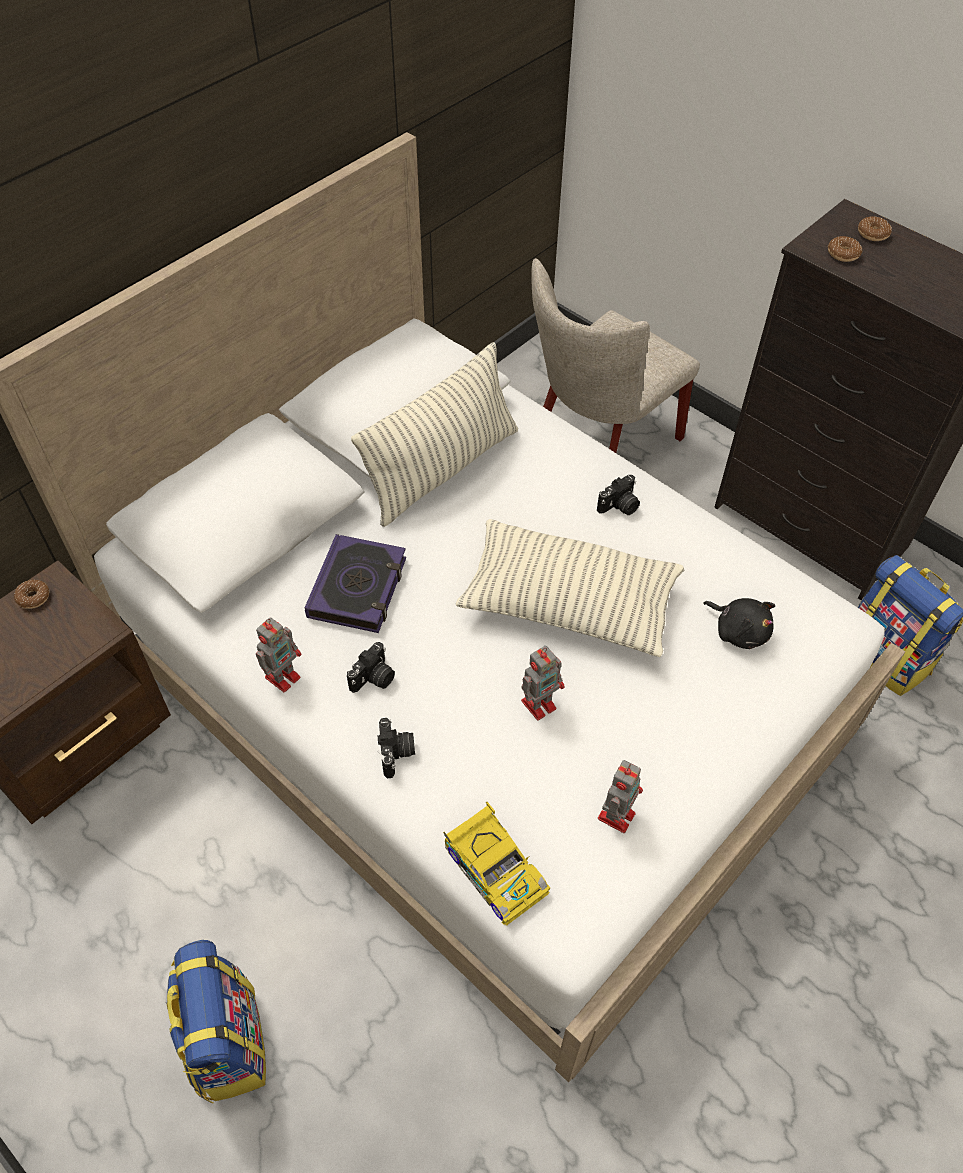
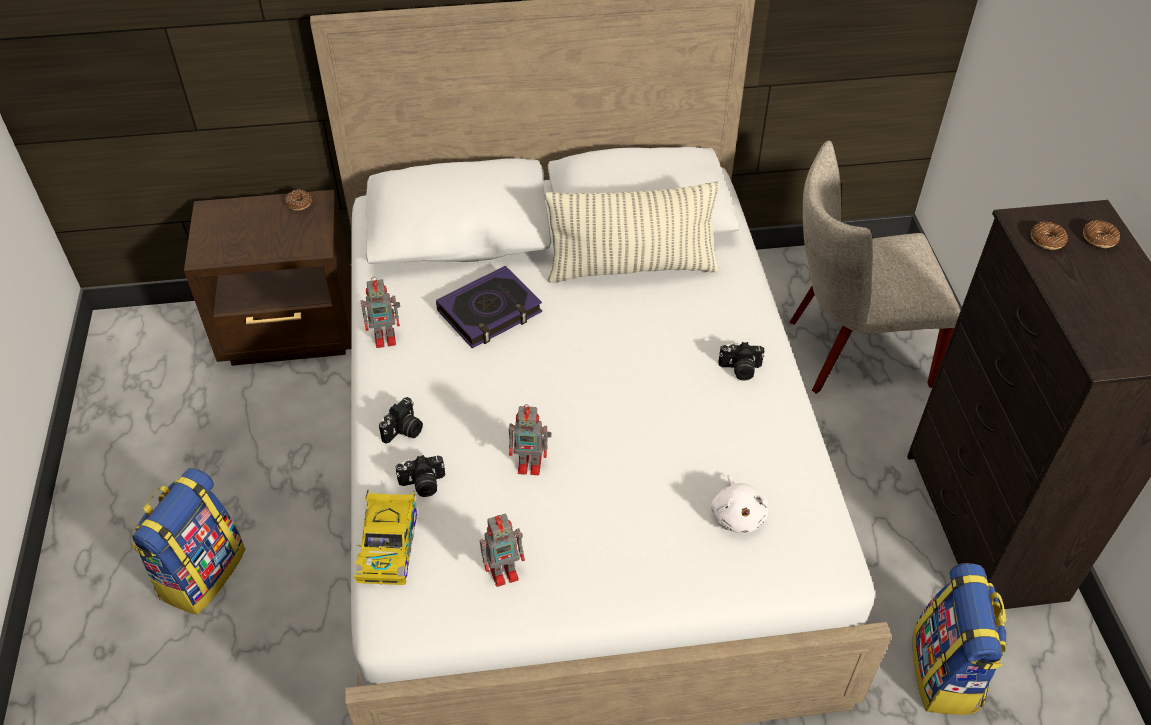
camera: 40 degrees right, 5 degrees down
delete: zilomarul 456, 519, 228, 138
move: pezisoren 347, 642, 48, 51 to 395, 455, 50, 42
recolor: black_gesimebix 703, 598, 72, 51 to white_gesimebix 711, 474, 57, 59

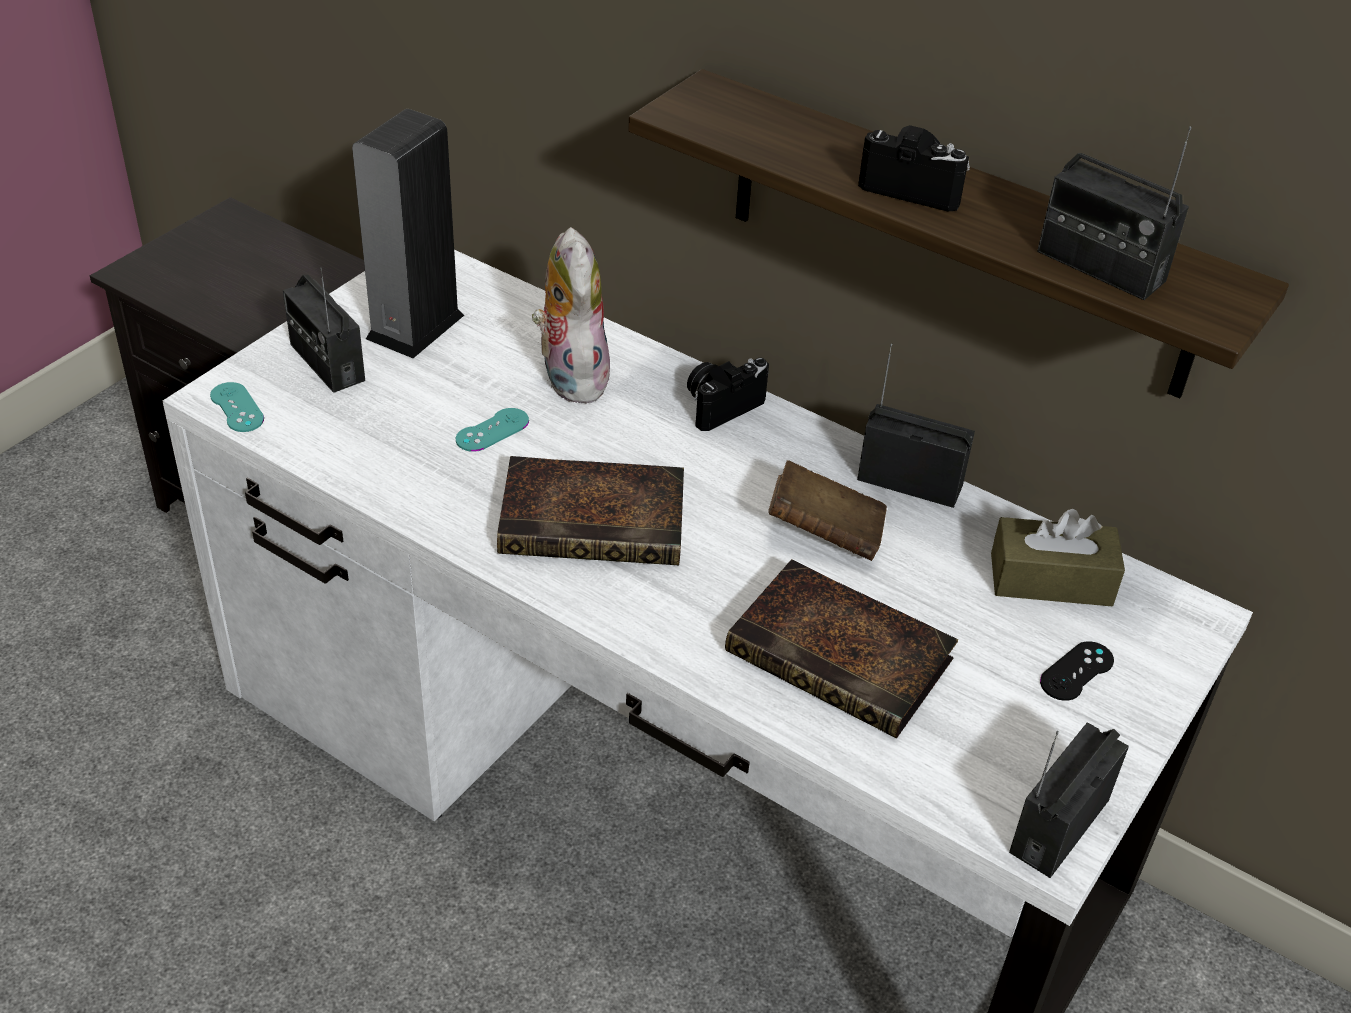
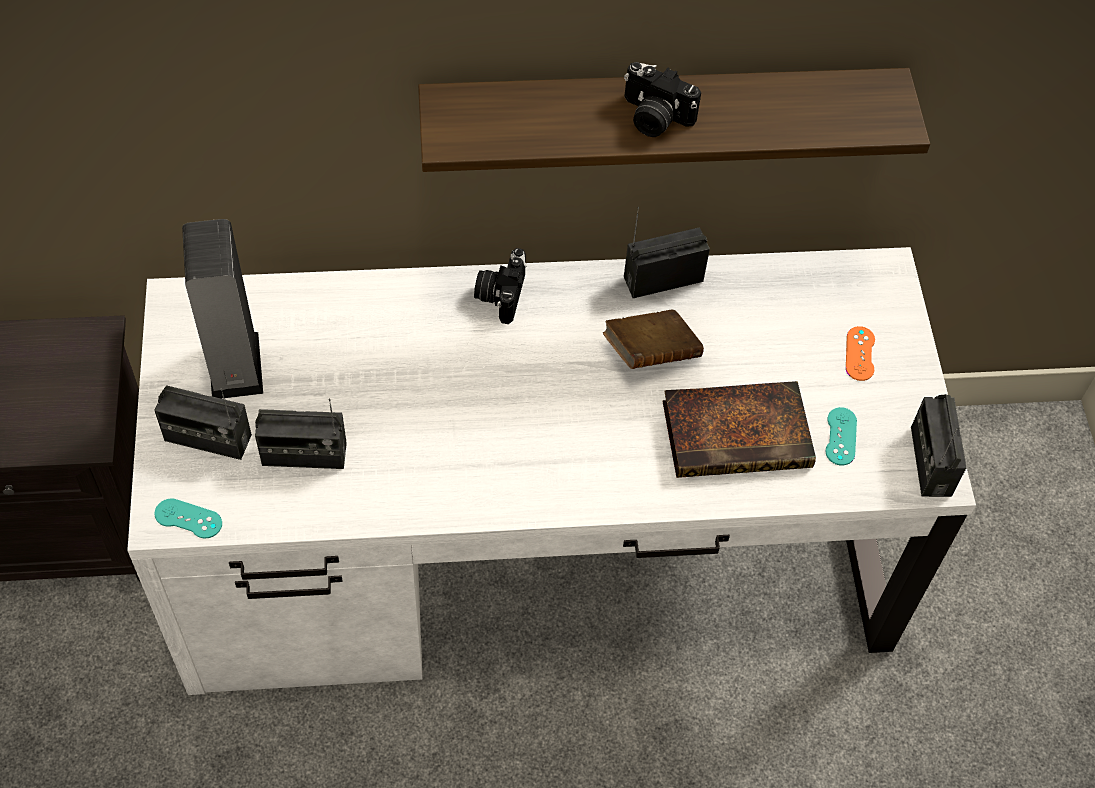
camera: 40 degrees left, 15 degrees up
delete: gesimebix 532, 227, 78, 177; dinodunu 497, 456, 187, 109; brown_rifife 991, 509, 134, 97
move: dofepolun 1037, 126, 155, 174 to 255, 398, 92, 71; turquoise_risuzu 456, 408, 73, 44 to 826, 407, 31, 58
recolor: black_risuzu 1040, 641, 74, 60 to orange_risuzu 846, 326, 29, 55
rotate: pezisoren 858, 125, 112, 86 = 624, 62, 77, 75 135 degrees counterclockwise

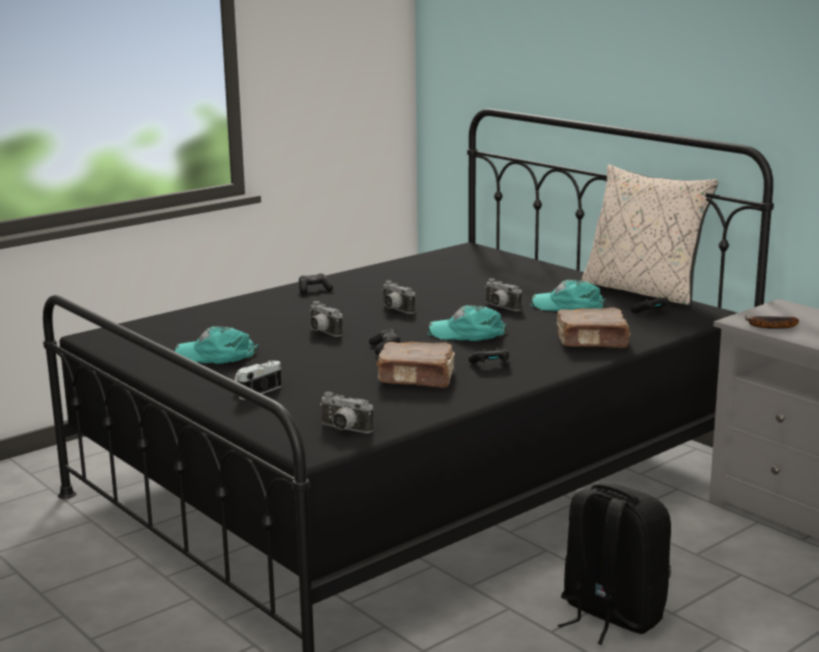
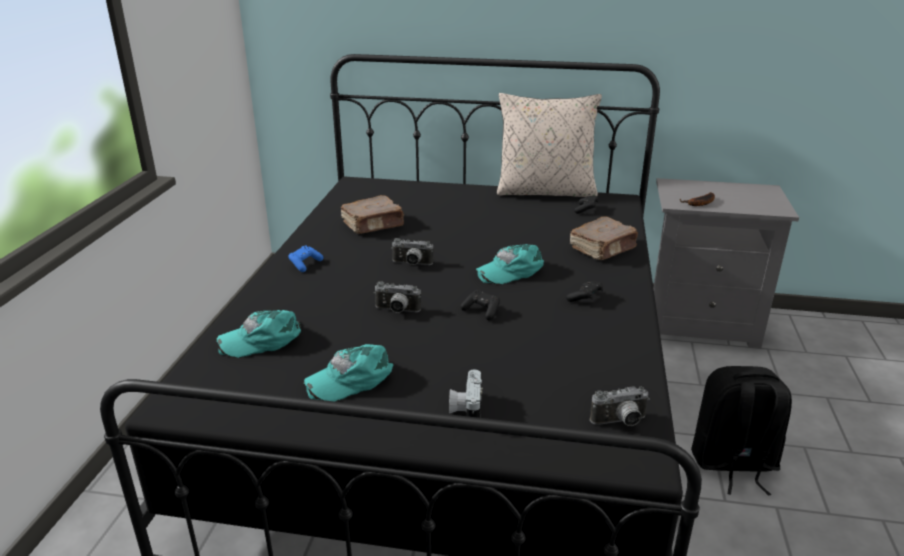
camera: 40 degrees left, 10 degrees up
delete: pezisoren 485, 279, 37, 32
move: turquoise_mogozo 531, 280, 75, 31 to 216, 310, 85, 48; brown_dinodunu 377, 342, 78, 46 to 341, 195, 63, 39
recolor: black_risuzu 299, 273, 34, 21 to blue_risuzu 288, 245, 36, 27

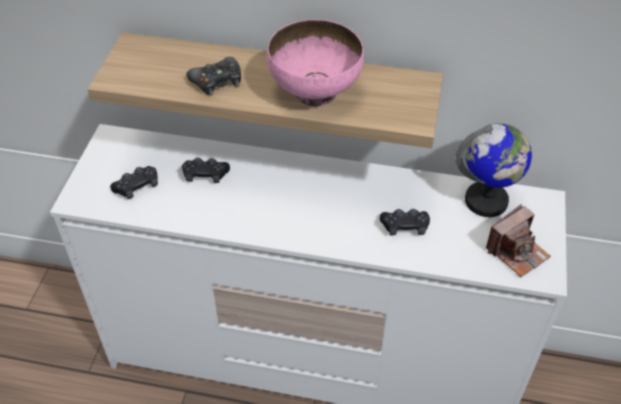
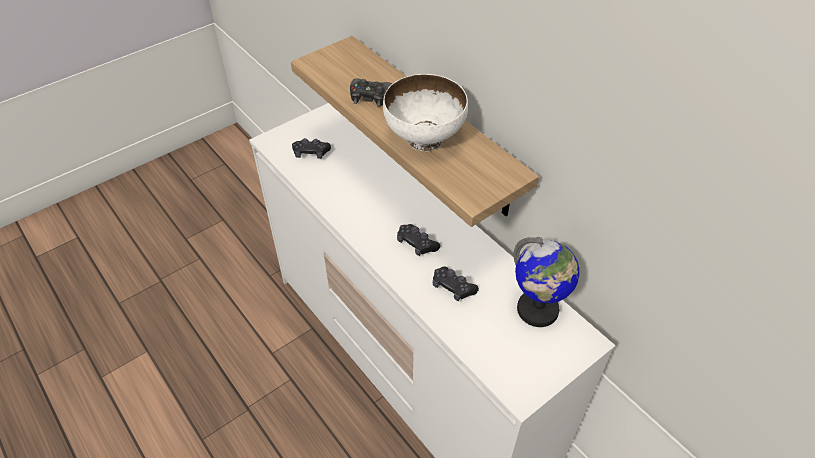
camera: 40 degrees right, 0 degrees up
delete: pezisoren 486, 204, 65, 73
move: black_risuzu 182, 158, 48, 25 to 397, 224, 43, 32
recolor: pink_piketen 267, 19, 97, 88 to white_piketen 383, 74, 85, 77

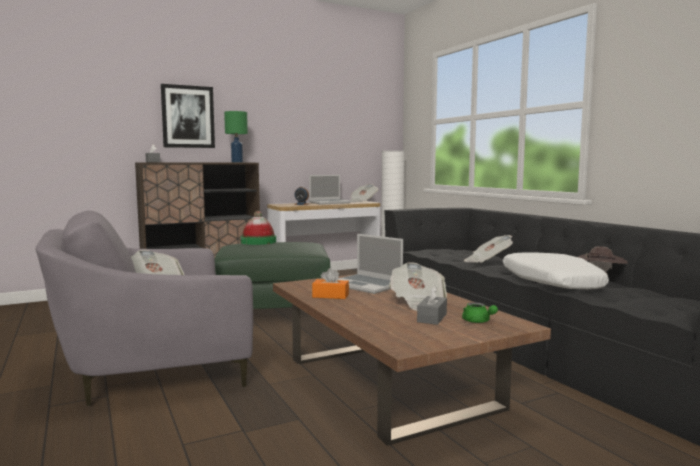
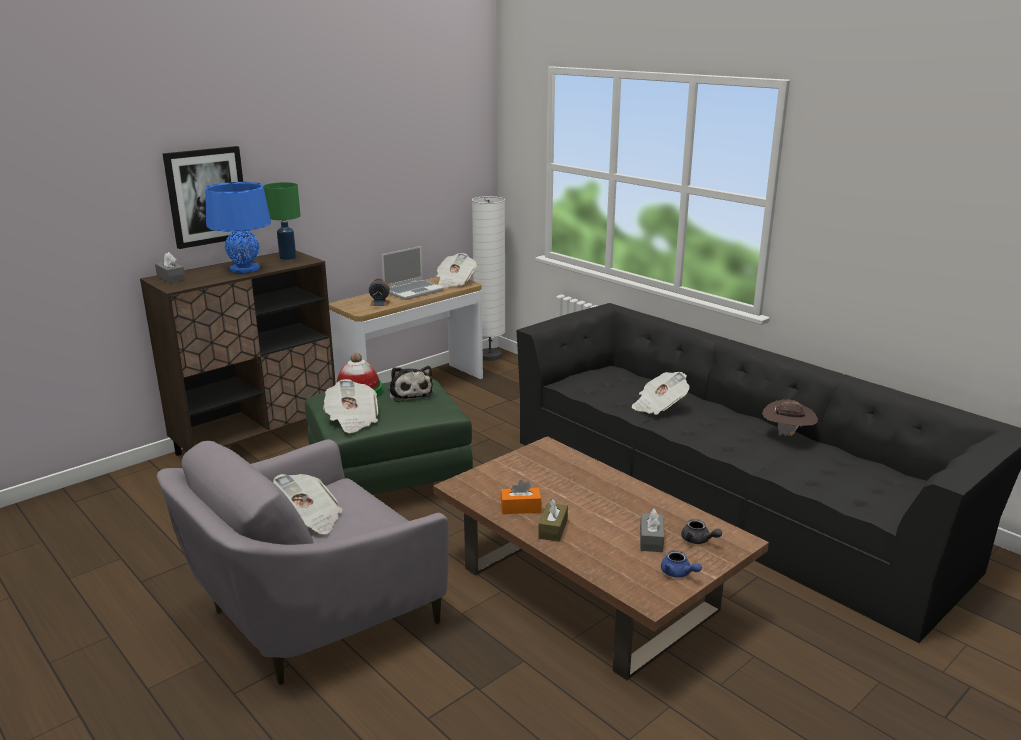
camera: 15 degrees left, 15 degrees up
delete: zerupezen 338, 234, 65, 60; white_zilomarul 503, 252, 106, 37
insert: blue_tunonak 205, 182, 66, 91; gesimebix 388, 366, 45, 36; brown_rifife 538, 499, 30, 43; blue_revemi 661, 550, 41, 28
move: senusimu 389, 262, 58, 49 to 323, 379, 55, 54
recolor: green_revemi 462, 302, 36, 21 to grey_revemi 681, 519, 41, 25

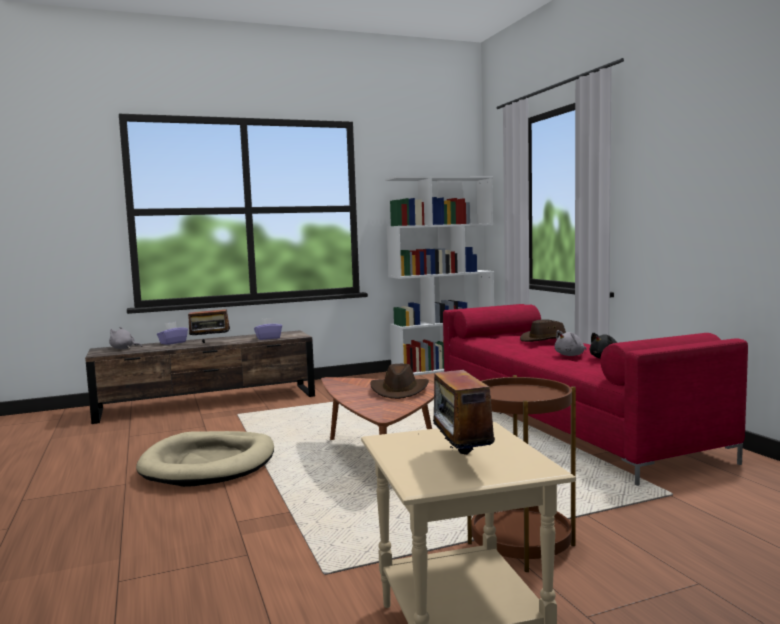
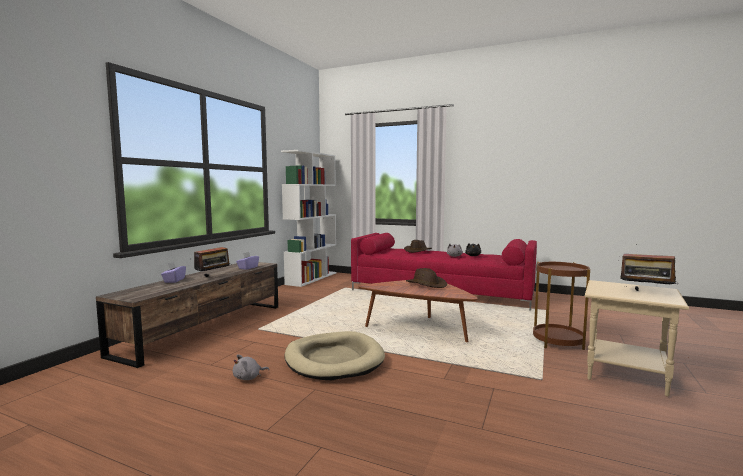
camera: 45 degrees left, 0 degrees up
move: grey_gesimebix 109, 327, 33, 22 to 233, 354, 36, 26

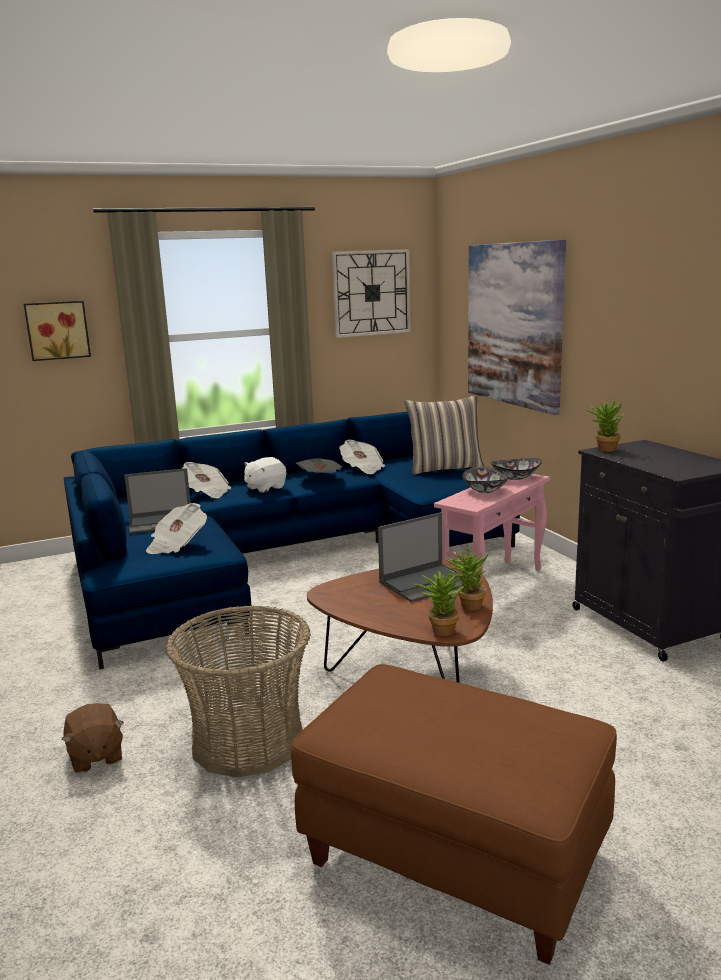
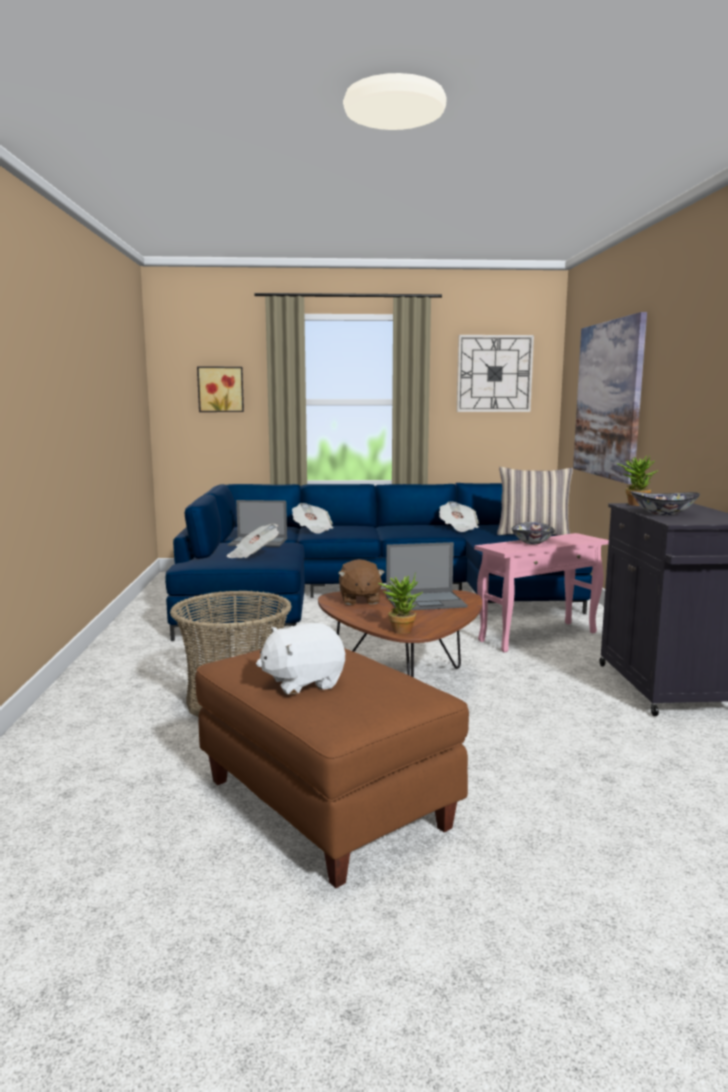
camera: 20 degrees right, 5 degrees down
delete: senusimu 296, 458, 46, 15; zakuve 443, 545, 46, 65
move: white_gesimebix 244, 457, 42, 36 to 256, 623, 89, 72; piketen 491, 458, 51, 22 to 631, 491, 69, 24; brown_gesimebix 62, 703, 62, 70 to 338, 559, 47, 46

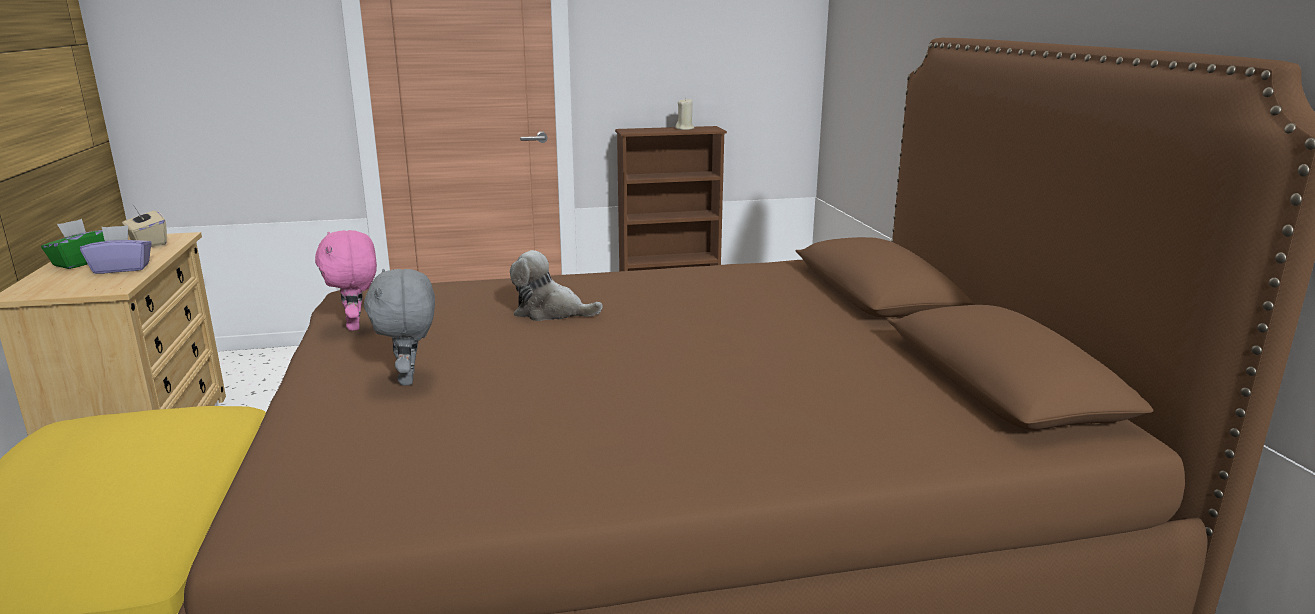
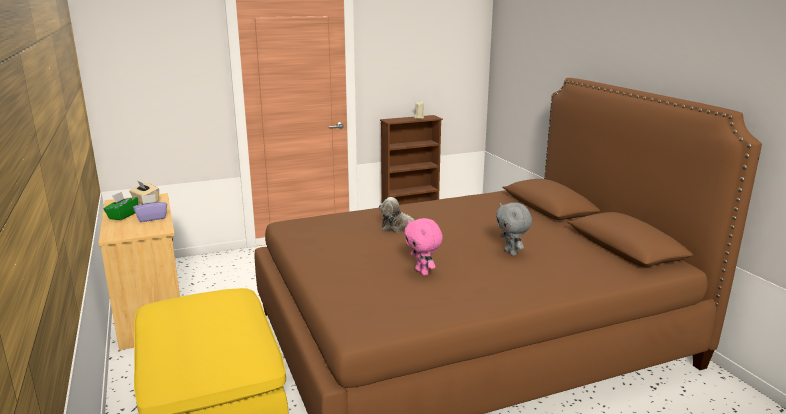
camera: 10 degrees left, 0 degrees up
move: pink_gesimebix 315, 230, 62, 101 to 404, 218, 39, 58; grey_gesimebix 364, 269, 71, 117 to 496, 202, 36, 54

